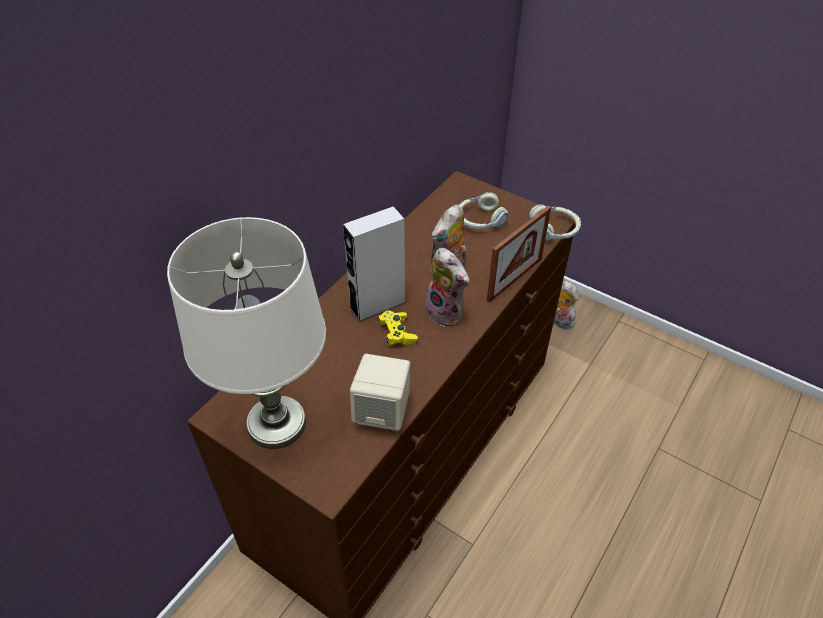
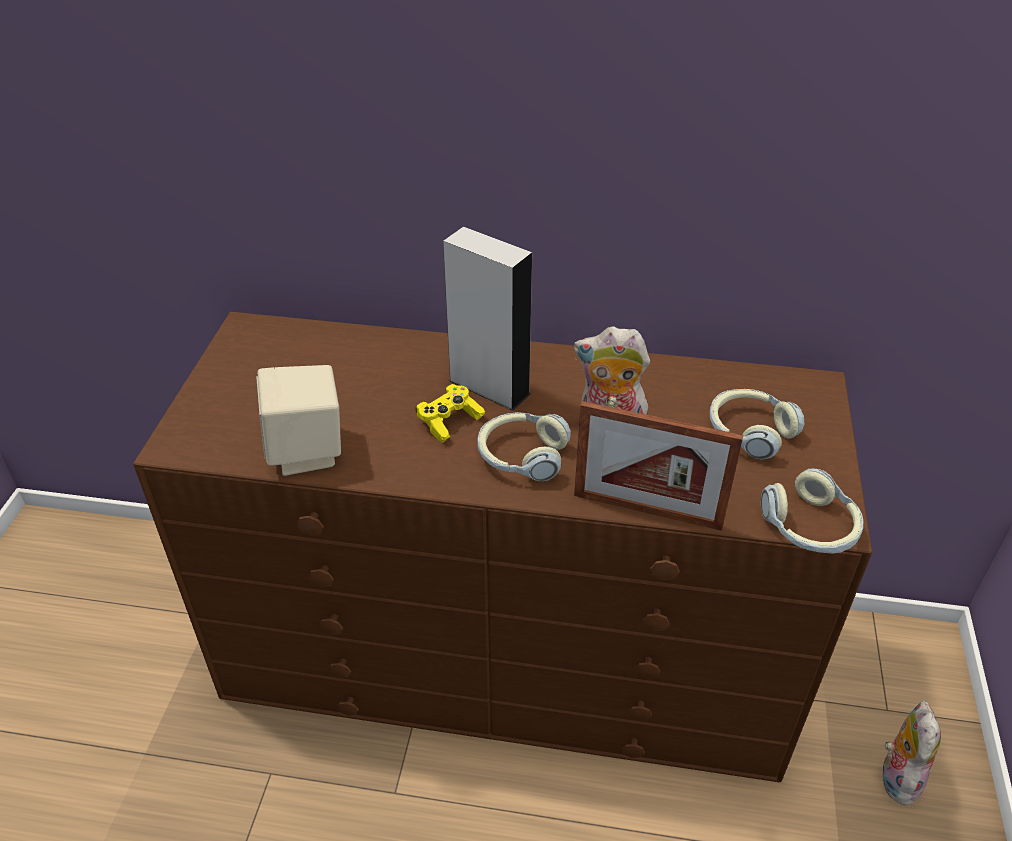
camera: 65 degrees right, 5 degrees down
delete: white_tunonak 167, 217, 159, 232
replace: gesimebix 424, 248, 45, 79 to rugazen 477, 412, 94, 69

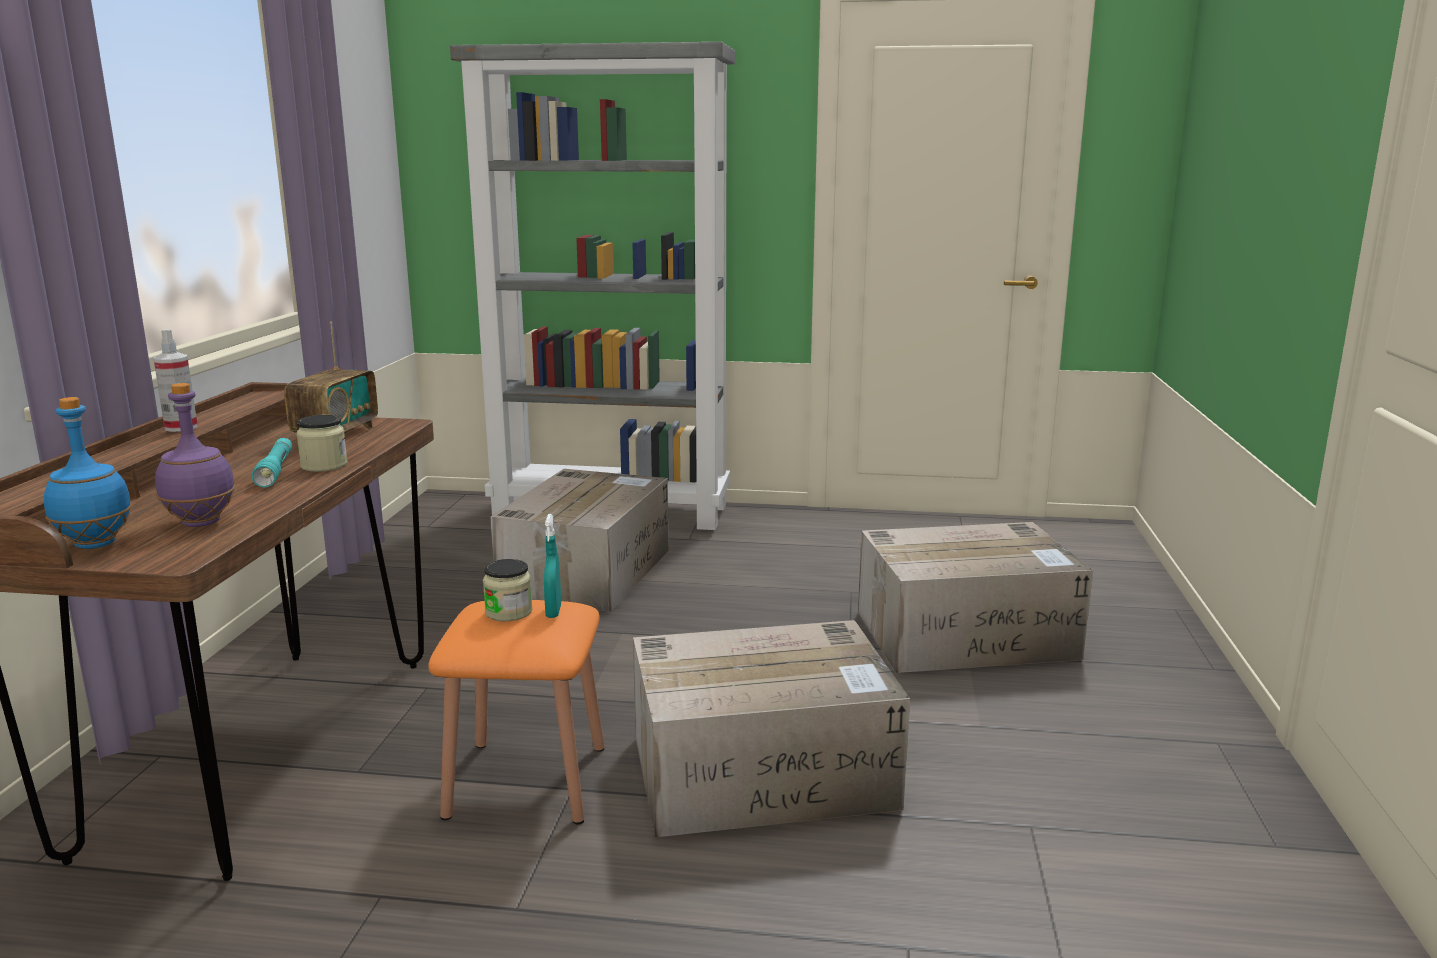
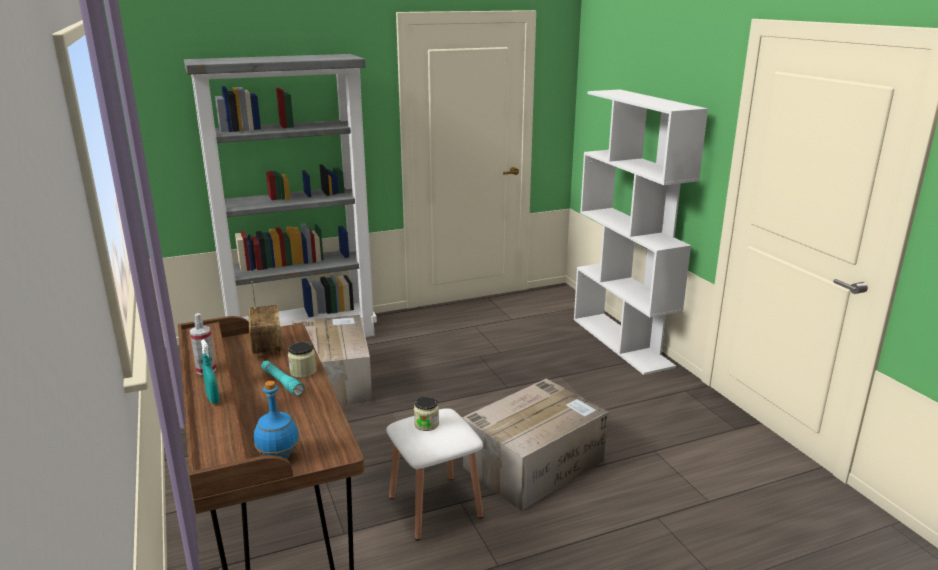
camera: 30 degrees left, 5 degrees up
delete: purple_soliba 155, 383, 81, 144; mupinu 858, 522, 235, 151
insert: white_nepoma 574, 89, 134, 286
move: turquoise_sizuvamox 544, 514, 17, 104 to 201, 339, 18, 65
recolor: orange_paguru 428, 600, 177, 225 to white_paguru 386, 408, 97, 132

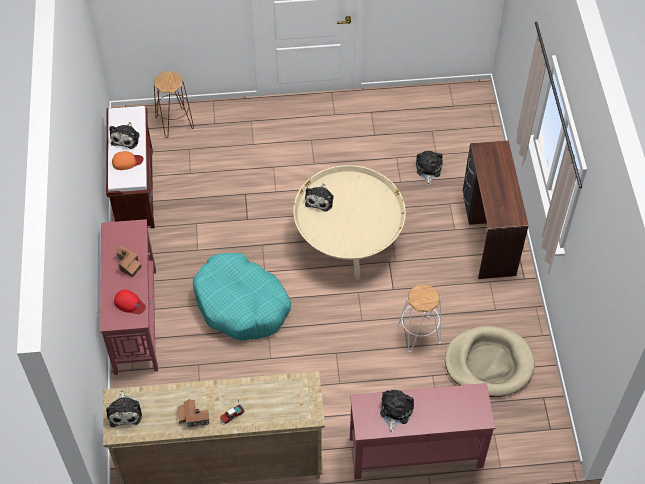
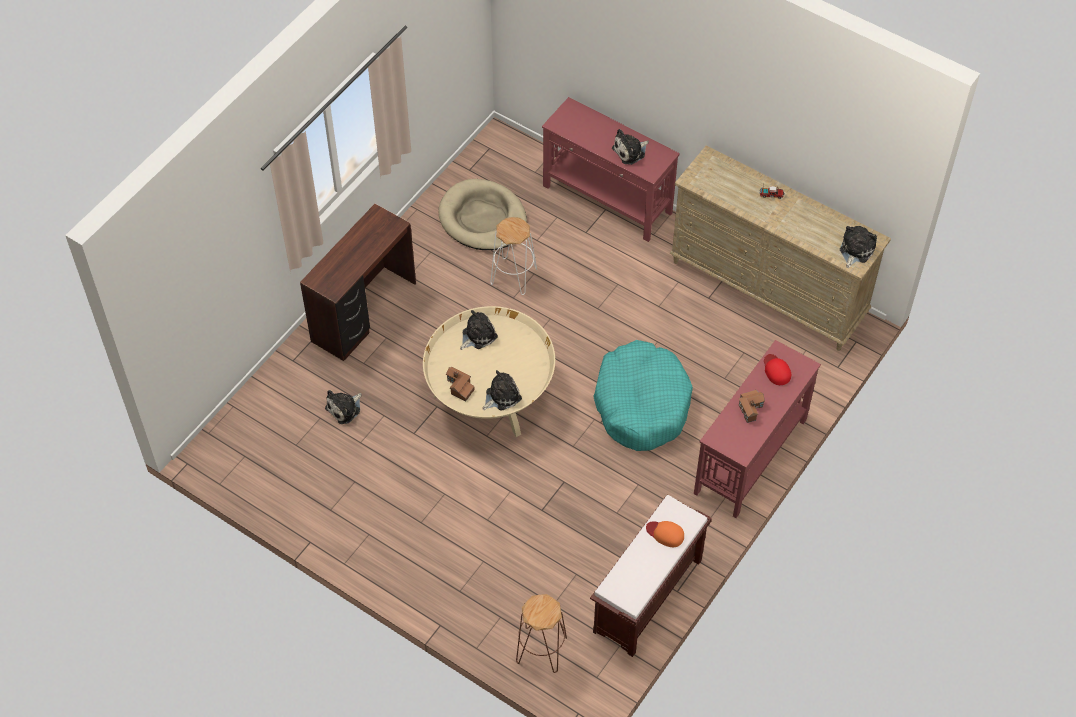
camera: 140 degrees left, 0 degrees up
move: gesimebix 109, 122, 31, 27 to 460, 310, 38, 40; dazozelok 177, 399, 32, 28 to 446, 367, 29, 35

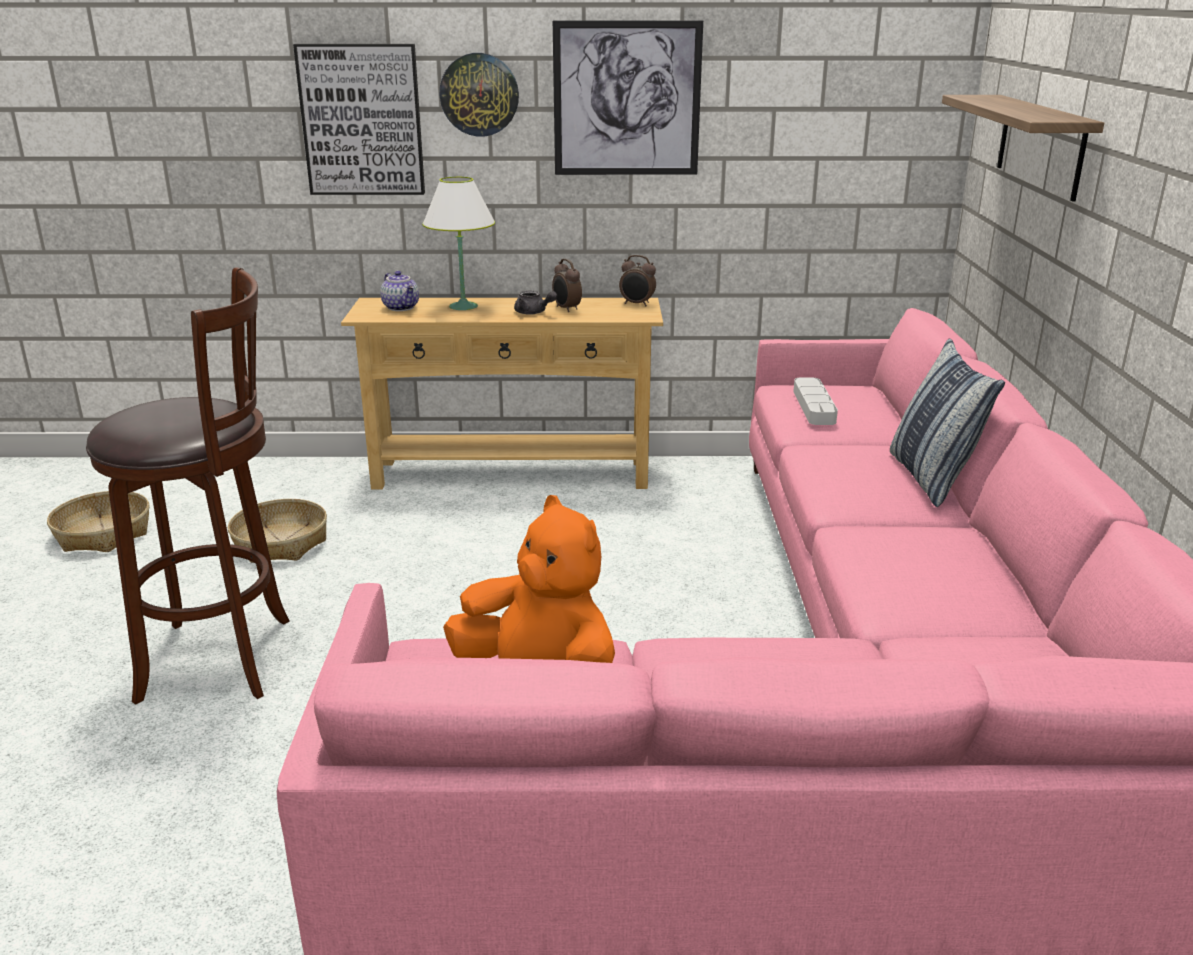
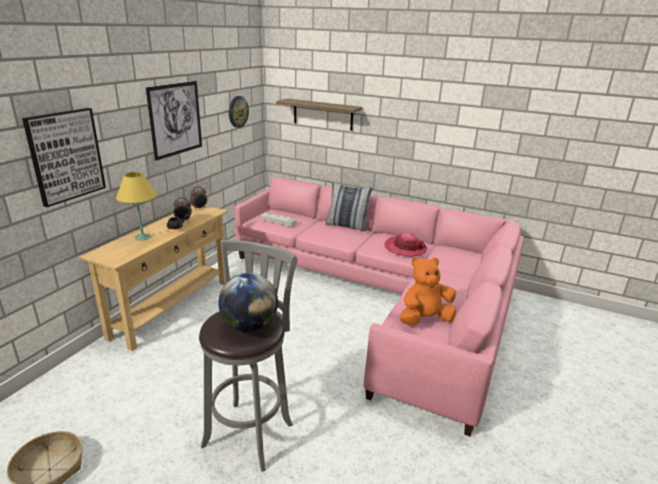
camera: 65 degrees left, 0 degrees up
delete: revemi 380, 271, 39, 40; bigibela 228, 499, 99, 64
insert: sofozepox 384, 232, 43, 25; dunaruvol 219, 273, 59, 59
move: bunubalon 439, 53, 80, 83 to 229, 96, 20, 32
recolor: white_tunonak 422, 177, 73, 133 to yellow_tunonak 116, 172, 41, 68; brown_paguru 86, 267, 204, 438 to grey_paguru 199, 240, 98, 232

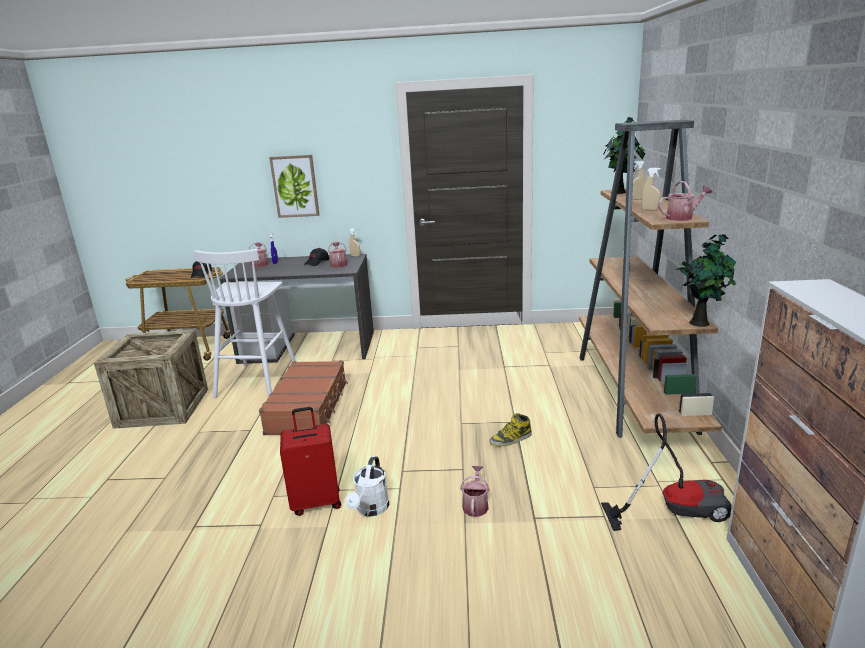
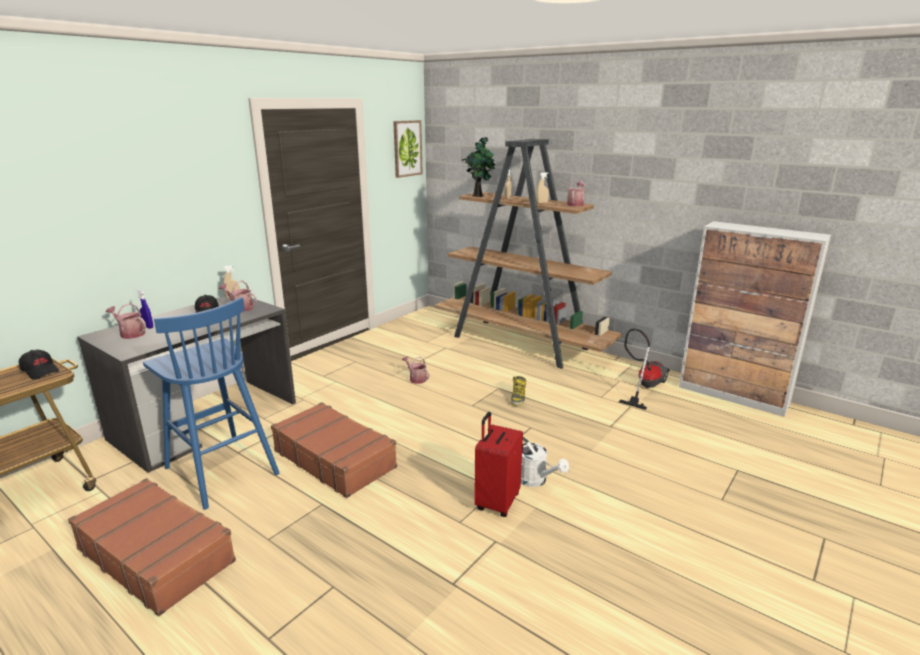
camera: 55 degrees left, 0 degrees up
delete: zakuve 676, 234, 60, 93
move: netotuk 269, 155, 50, 63 to 393, 120, 30, 58; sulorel 460, 466, 30, 51 to 402, 356, 28, 28
replace: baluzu 94, 330, 114, 99 to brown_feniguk 68, 478, 168, 138
recolor: white_paguru 194, 249, 102, 149 to blue_paguru 143, 297, 136, 213

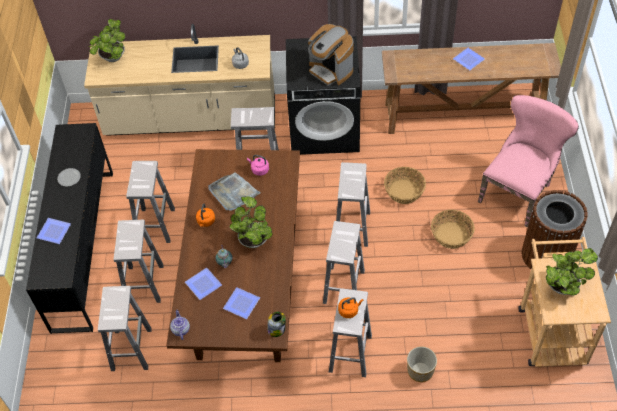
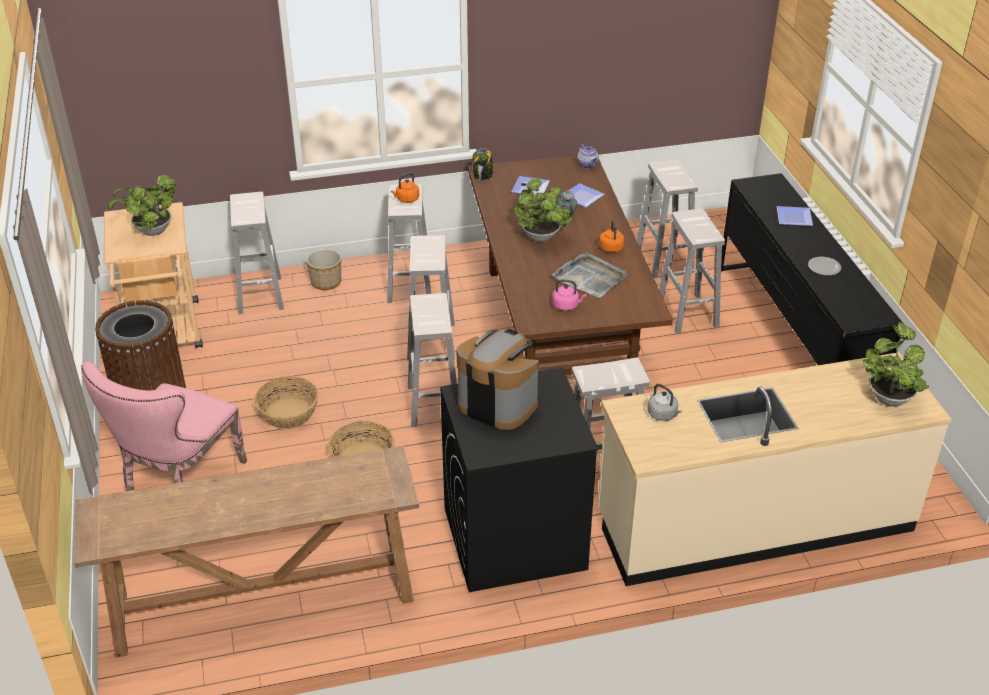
camera: 165 degrees right, 15 degrees down
delete: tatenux 453, 48, 32, 22
move: white_paguru 126, 161, 49, 82 to 230, 192, 54, 122

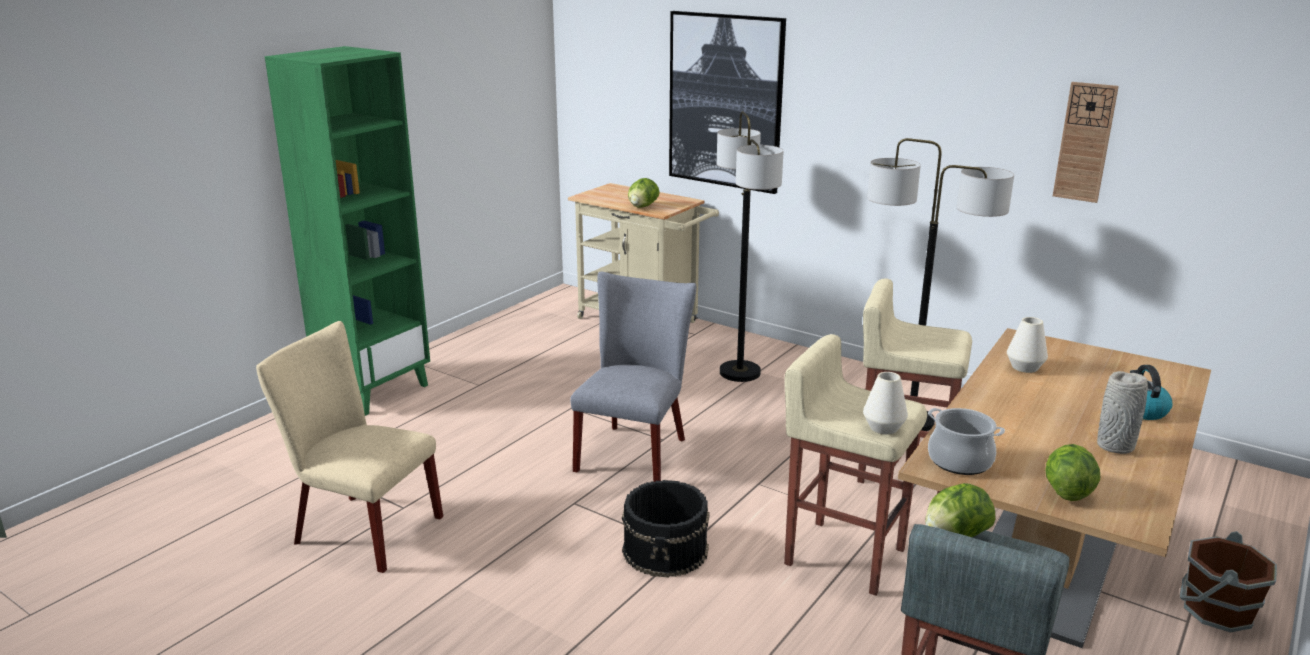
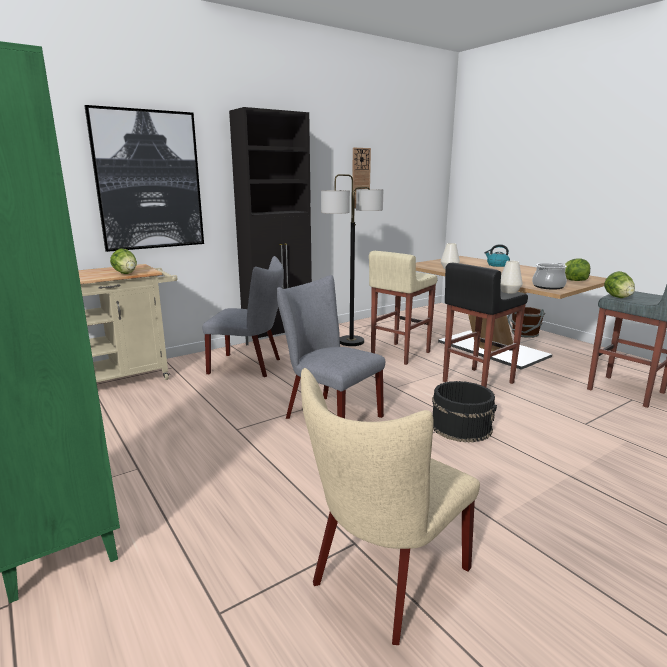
camera: 70 degrees left, 5 degrees down
delete: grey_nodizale 1097, 371, 51, 83
insert: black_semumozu 229, 107, 83, 238
replace: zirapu 717, 111, 67, 271 to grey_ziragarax 202, 256, 82, 121
recolor: beige_paguru 784, 334, 143, 262 to black_paguru 443, 263, 85, 124

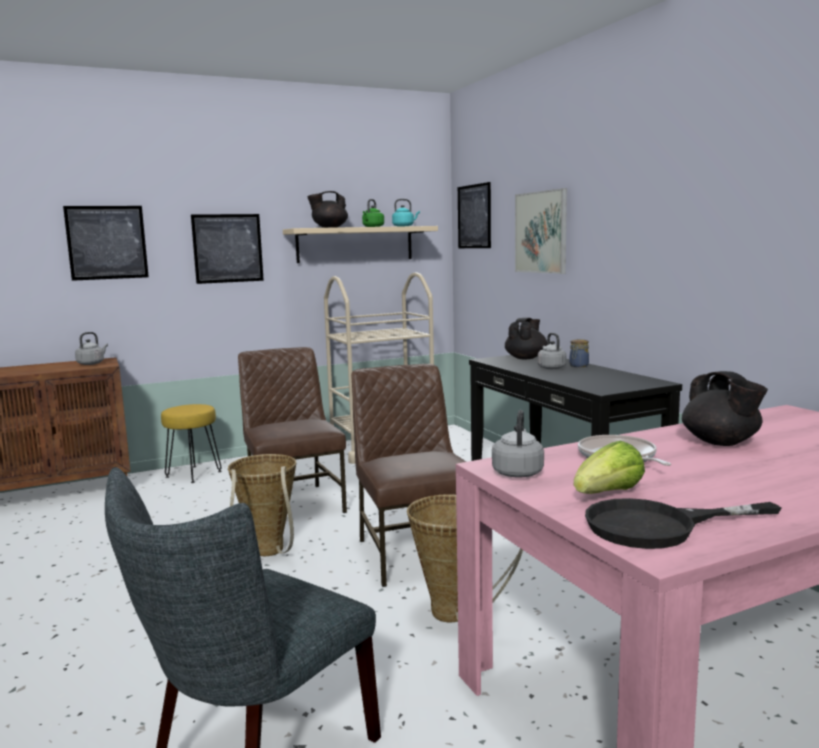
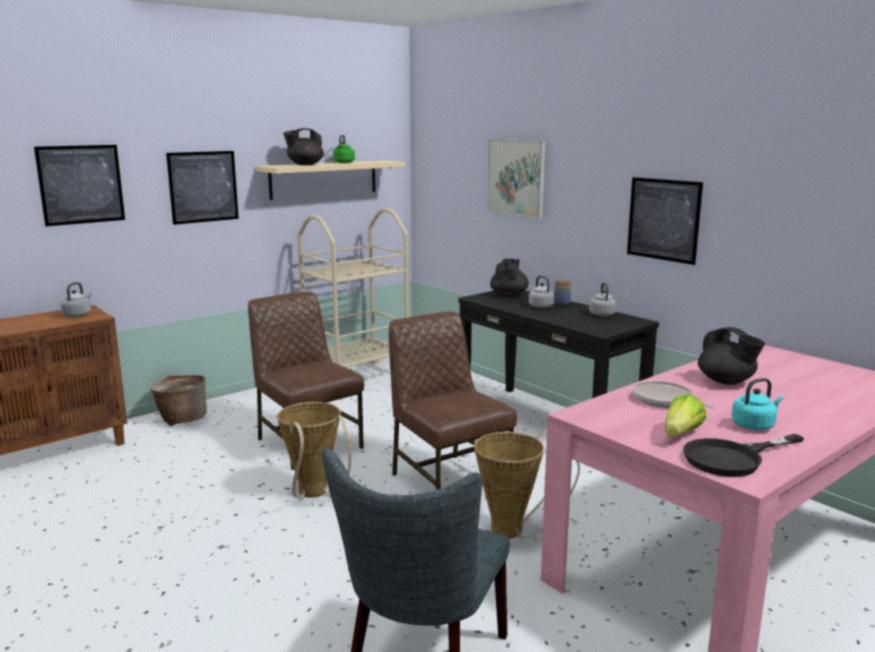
camera: 15 degrees left, 5 degrees up
move: netotuk 458, 182, 33, 66 to 627, 177, 76, 88; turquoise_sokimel 392, 199, 28, 27 to 732, 378, 51, 52; grey_sokimel 492, 410, 52, 68 to 589, 282, 27, 35
replace: yellow_paguru 161, 404, 61, 79 to bigibela 150, 375, 57, 51

